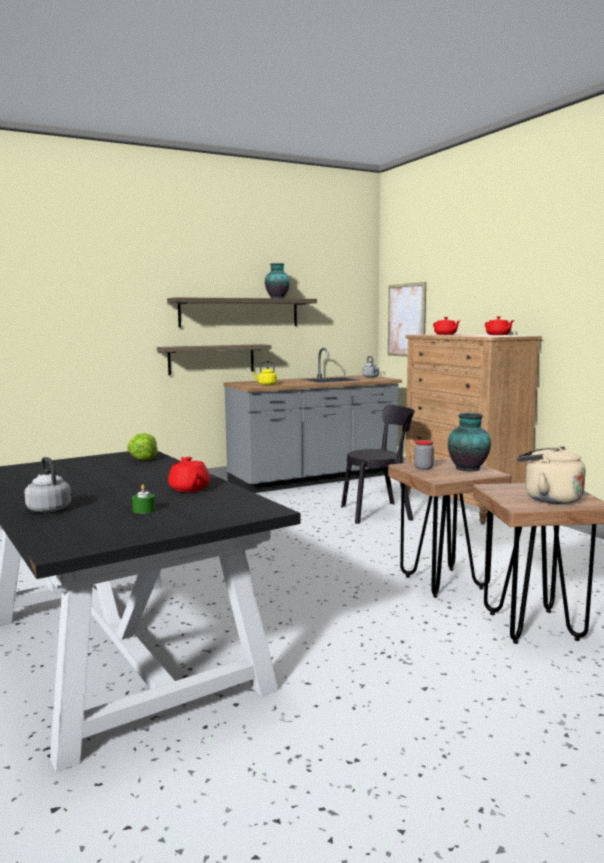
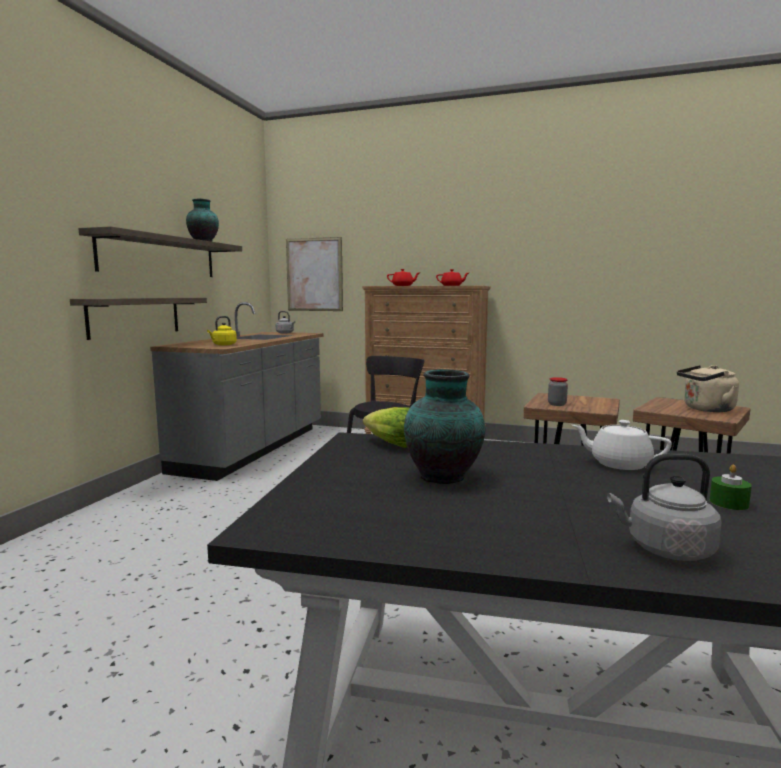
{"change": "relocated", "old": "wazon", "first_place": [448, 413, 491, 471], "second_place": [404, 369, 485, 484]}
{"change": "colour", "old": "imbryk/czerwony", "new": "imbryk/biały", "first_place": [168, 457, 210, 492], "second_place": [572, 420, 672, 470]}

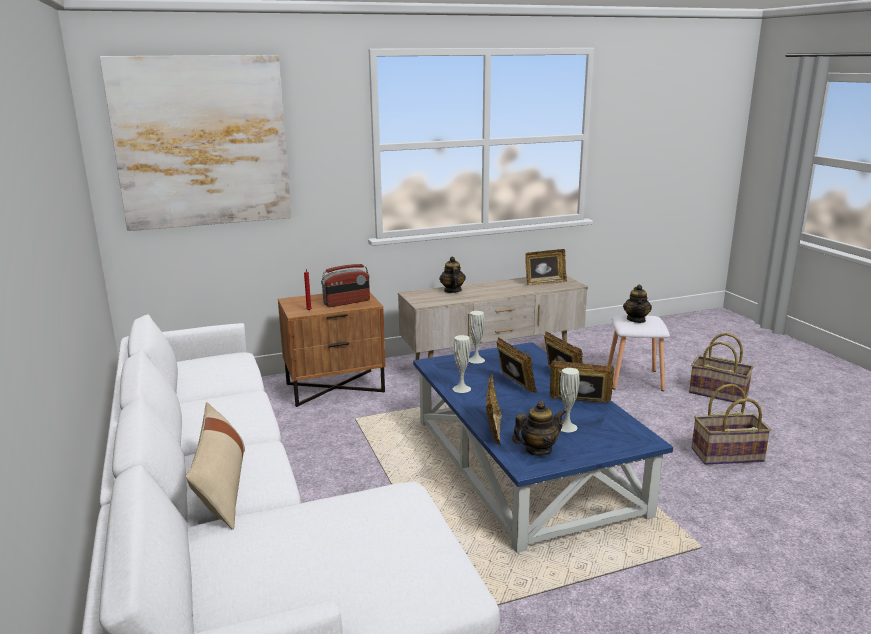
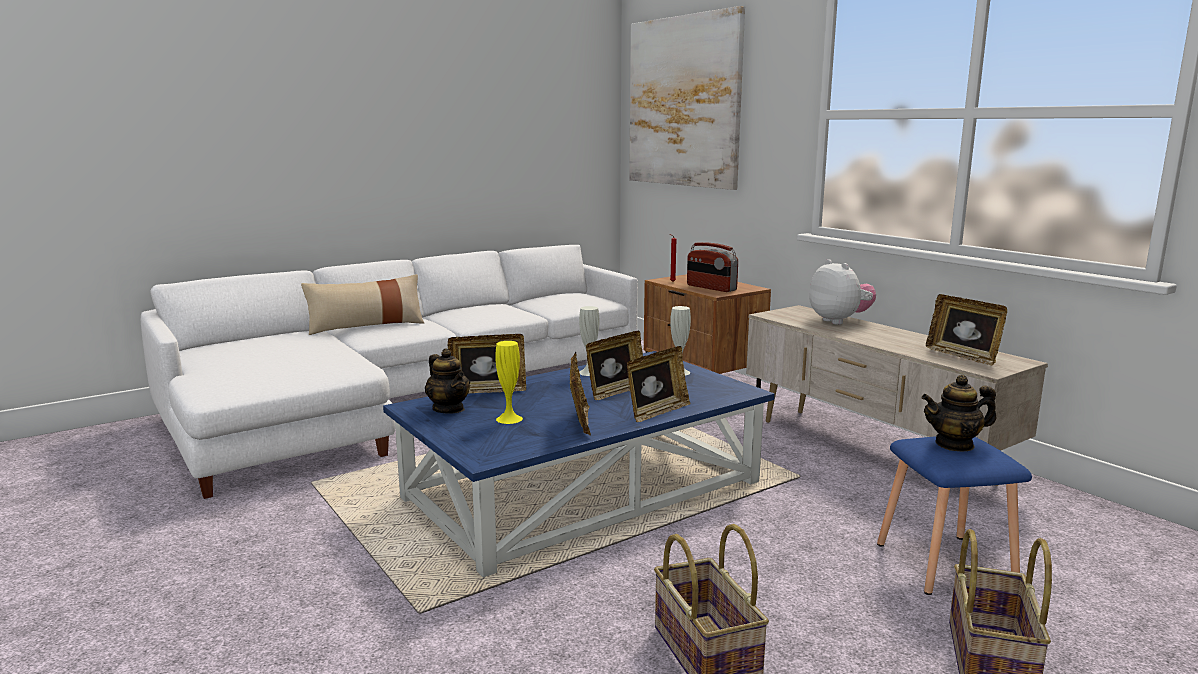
{"change": "colour", "old": "wazon/biały", "new": "wazon/żółty", "first_place": [560, 368, 580, 432], "second_place": [495, 341, 523, 424]}
{"change": "exchanged", "old": "imbryk", "new": "pluszak", "first_place": [439, 256, 466, 293], "second_place": [809, 259, 876, 325]}
{"change": "colour", "old": "stołek/biały", "new": "stołek/niebieski", "first_place": [607, 315, 670, 391], "second_place": [877, 436, 1032, 595]}

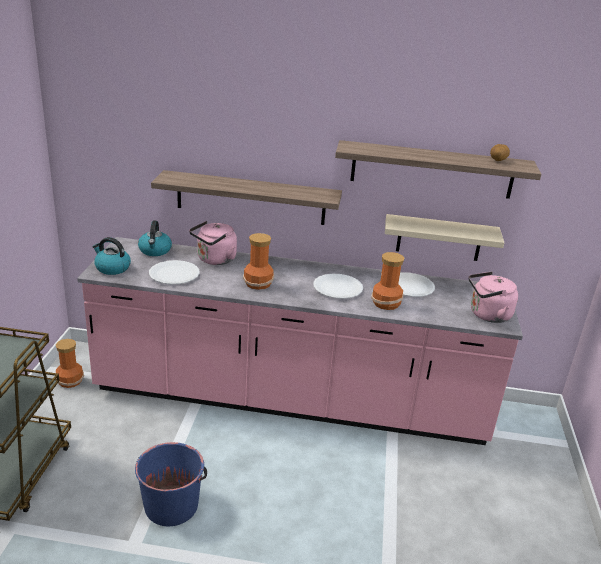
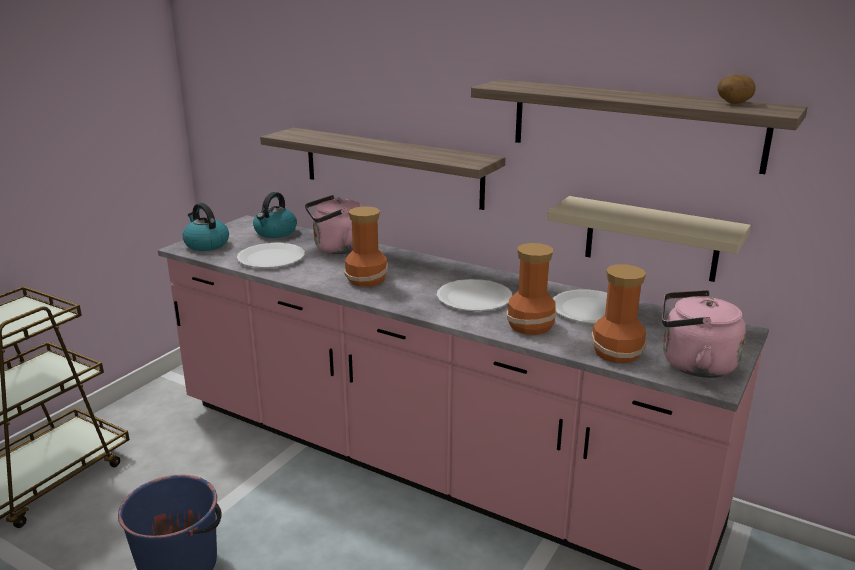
{"change": "relocated", "old": "wazon", "first_place": [56, 339, 84, 388], "second_place": [591, 264, 647, 363]}

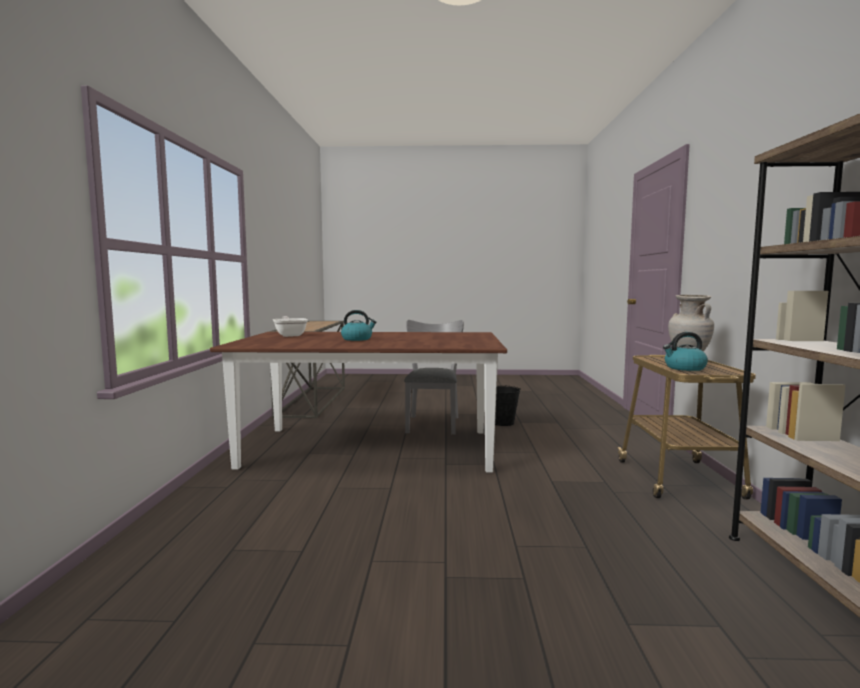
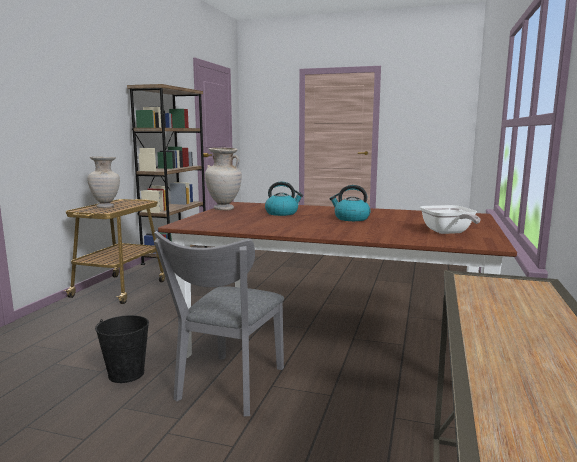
{"change": "appeared", "new": "wazon/beżowy", "second_place": [205, 148, 242, 210]}
{"change": "relocated", "old": "czajnik", "first_place": [663, 332, 708, 371], "second_place": [265, 182, 303, 216]}

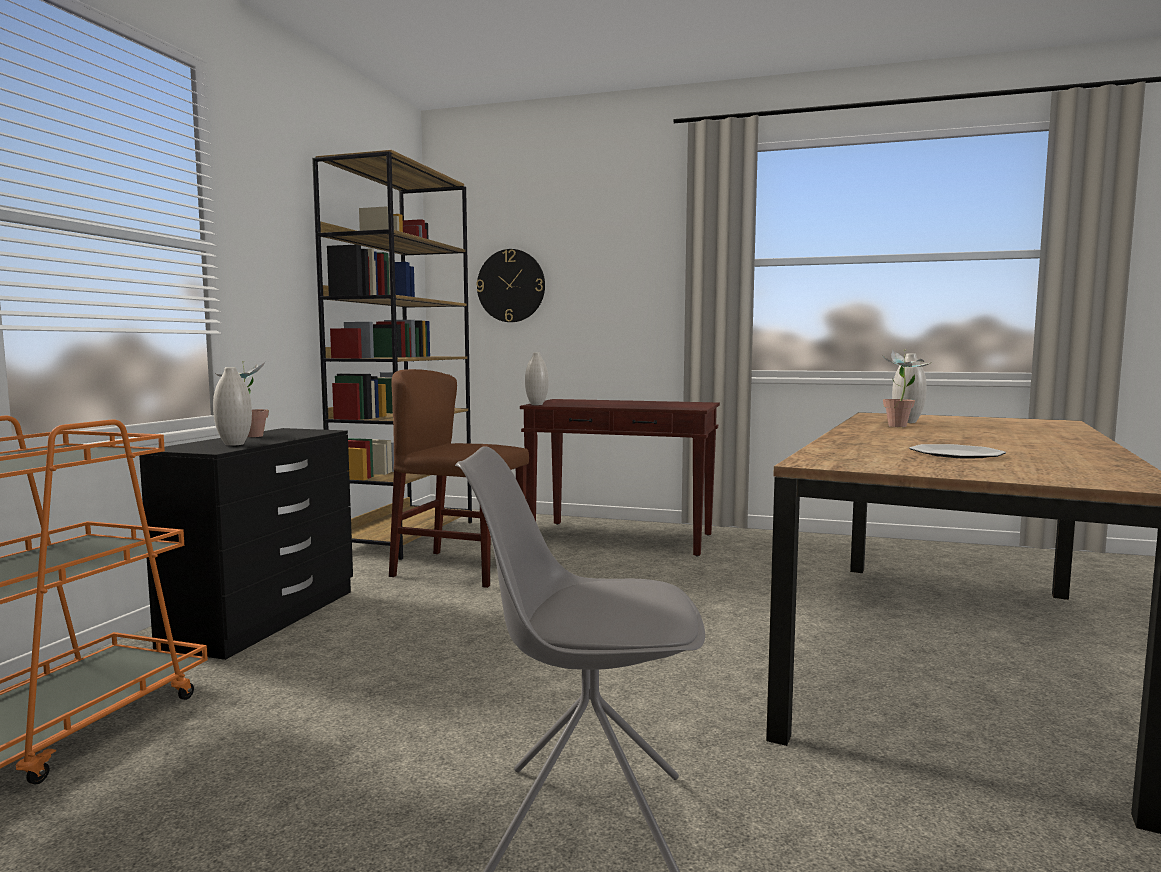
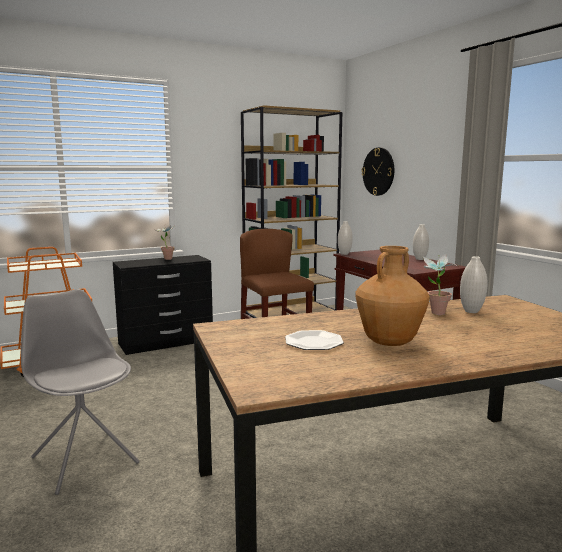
{"change": "appeared", "new": "wazon/brązowy", "second_place": [355, 246, 430, 346]}
{"change": "relocated", "old": "wazon/biały", "first_place": [213, 367, 252, 446], "second_place": [413, 224, 429, 260]}

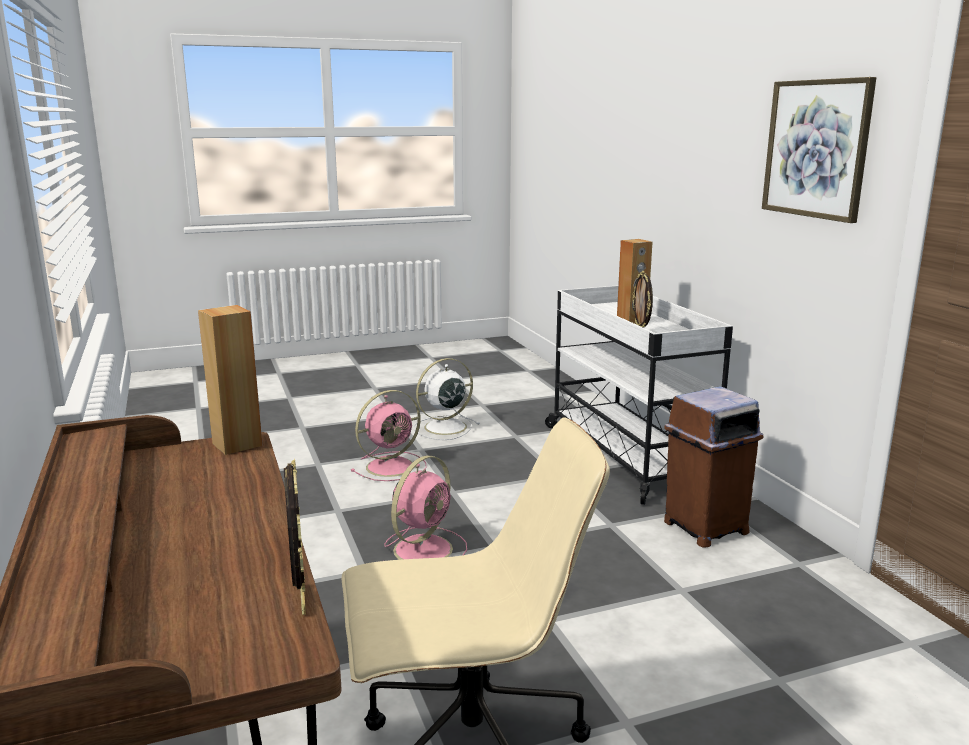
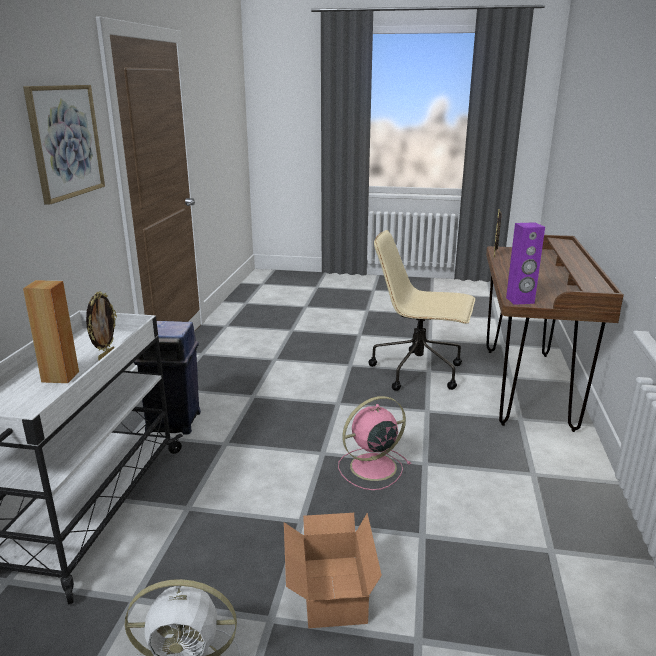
{"change": "colour", "old": "kosz na śmieci/brązowy", "new": "kosz na śmieci/niebieski", "first_place": [664, 386, 764, 548], "second_place": [134, 321, 201, 434]}
{"change": "exchanged", "old": "wentylator/różowy", "new": "karton", "first_place": [351, 390, 427, 481], "second_place": [284, 513, 382, 628]}
{"change": "colour", "old": "głośnik/brązowy", "new": "głośnik/fioletowy", "first_place": [198, 305, 263, 455], "second_place": [506, 222, 545, 305]}

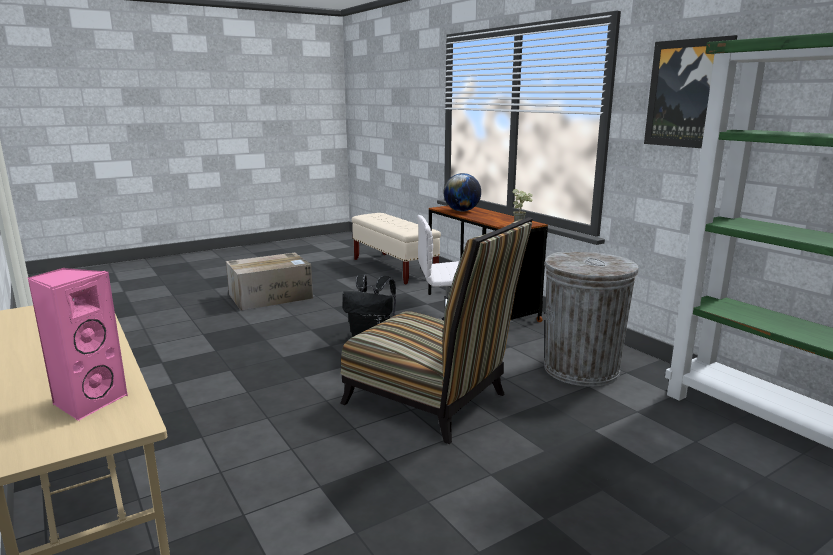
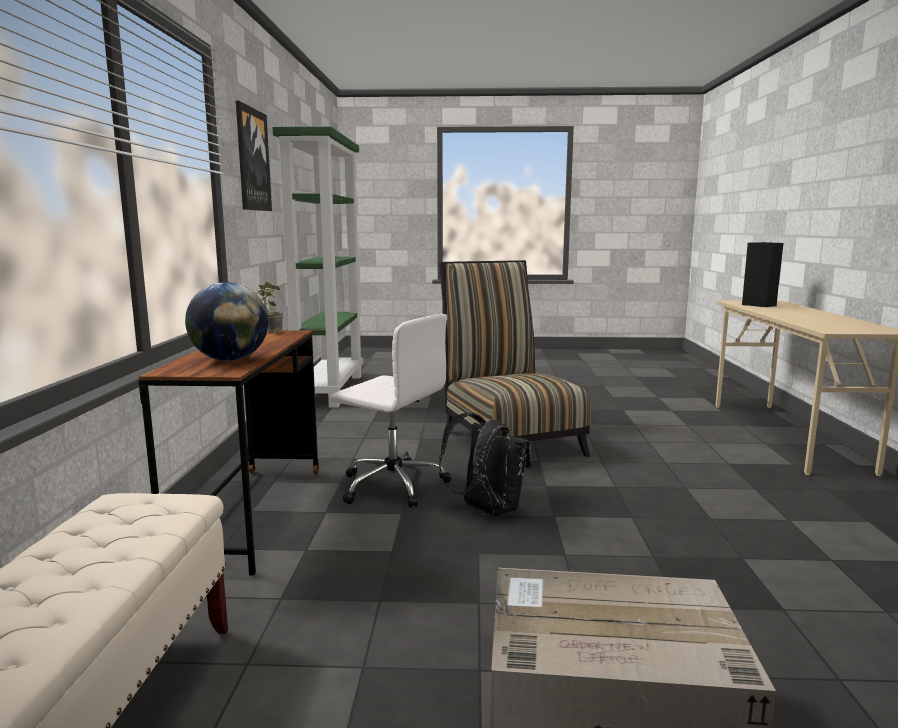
{"change": "colour", "old": "głośnik/różowy", "new": "głośnik/czarny", "first_place": [27, 268, 128, 421], "second_place": [742, 242, 783, 307]}
{"change": "missing", "old": "kosz na śmieci/szary", "first_place": [544, 252, 638, 387]}

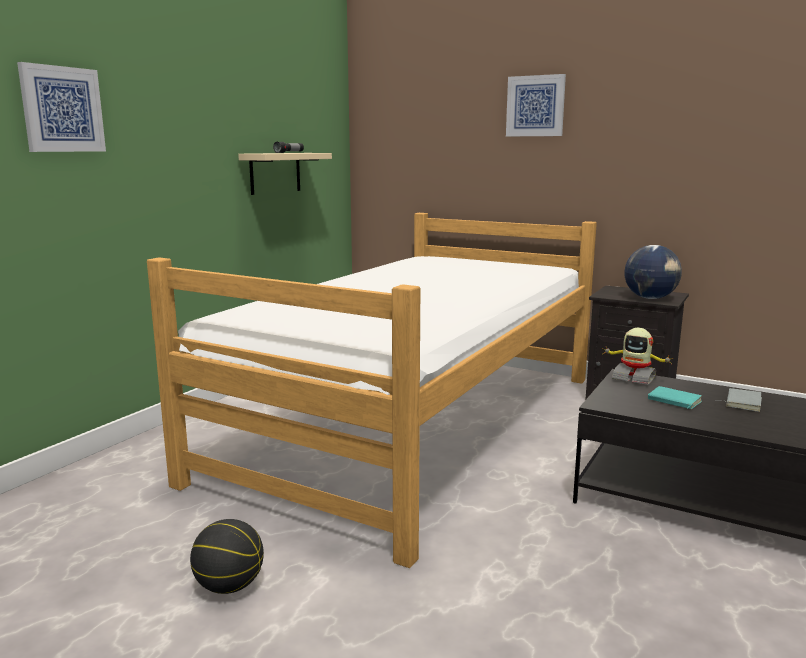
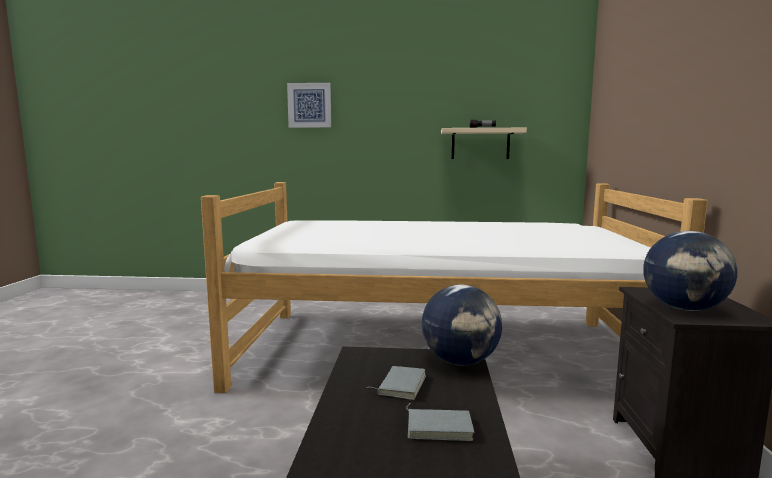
{"change": "colour", "old": "książka/turkusowy", "new": "książka/szary", "first_place": [648, 386, 702, 409], "second_place": [366, 366, 426, 400]}
{"change": "exchanged", "old": "robot zabawkowy", "new": "globus", "first_place": [602, 328, 674, 385], "second_place": [422, 285, 502, 366]}
{"change": "missing", "old": "piłka do koszykówki", "first_place": [190, 519, 264, 594]}
{"change": "missing", "old": "obraz", "first_place": [506, 74, 566, 136]}

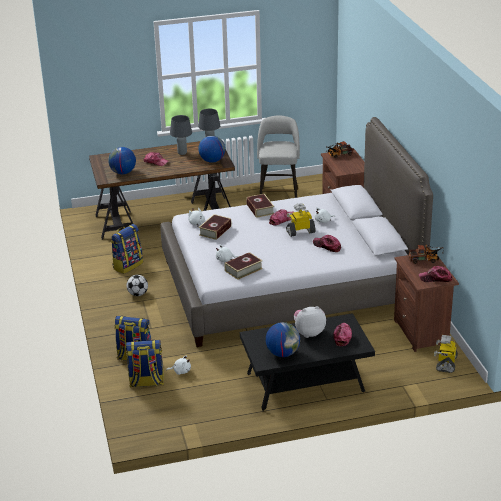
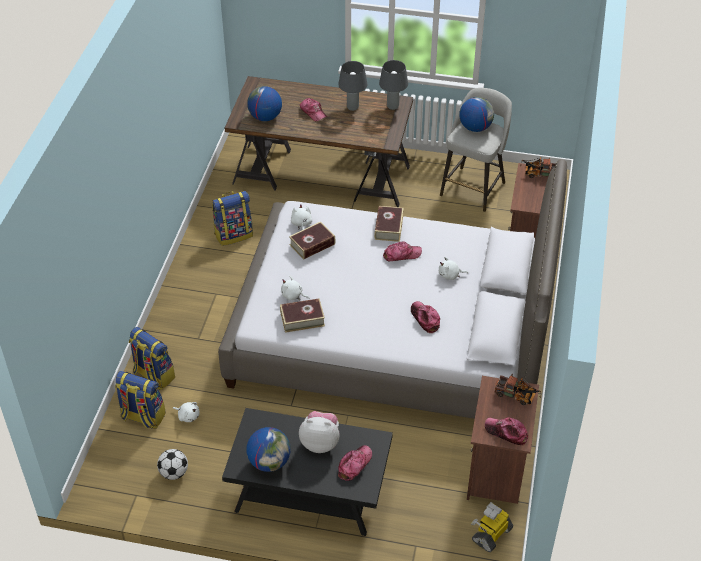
{"change": "relocated", "old": "piłka futbolowa", "first_place": [126, 275, 148, 296], "second_place": [157, 449, 188, 480]}
{"change": "relocated", "old": "globus", "first_place": [198, 135, 225, 163], "second_place": [460, 97, 494, 132]}
{"change": "missing", "old": "robot zabawkowy", "first_place": [286, 203, 316, 237]}

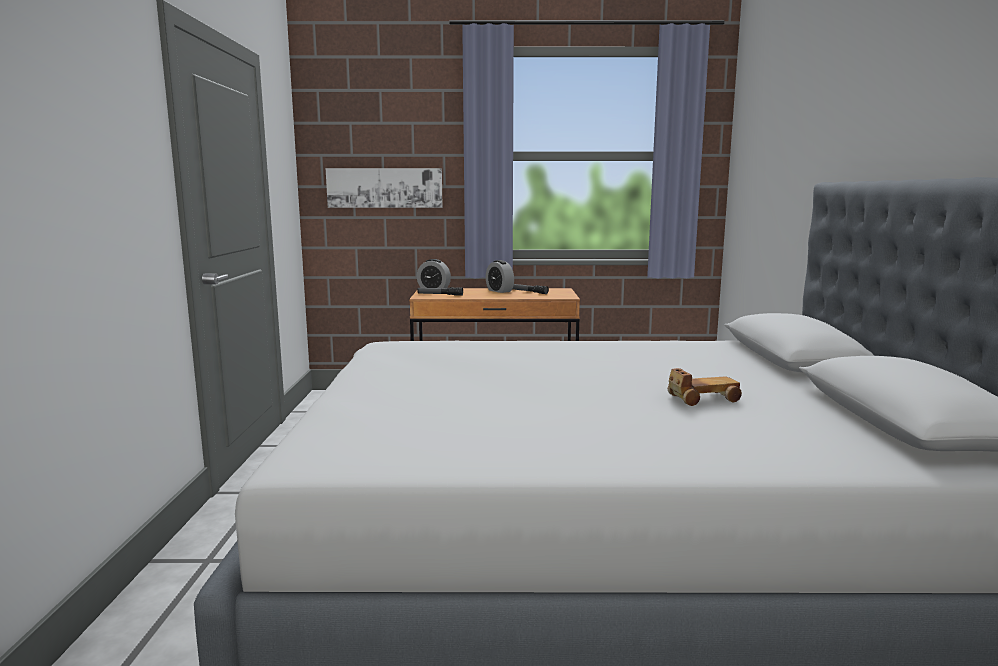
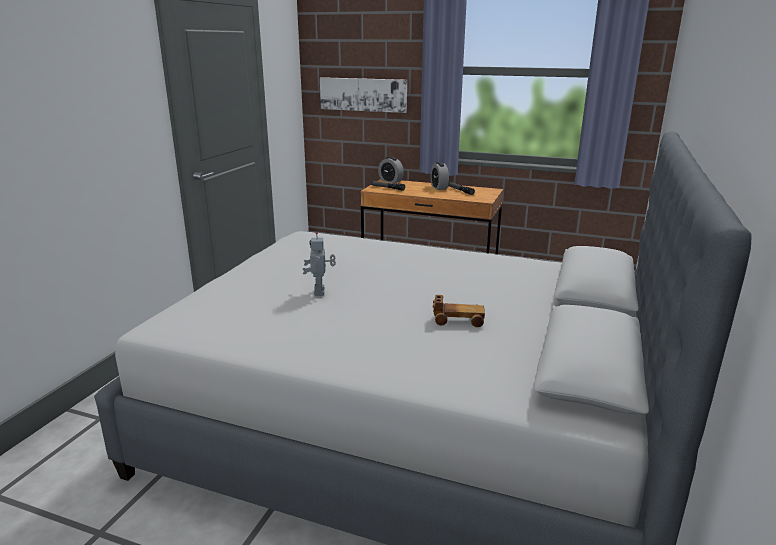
{"change": "appeared", "new": "robot zabawkowy", "second_place": [303, 232, 336, 296]}

